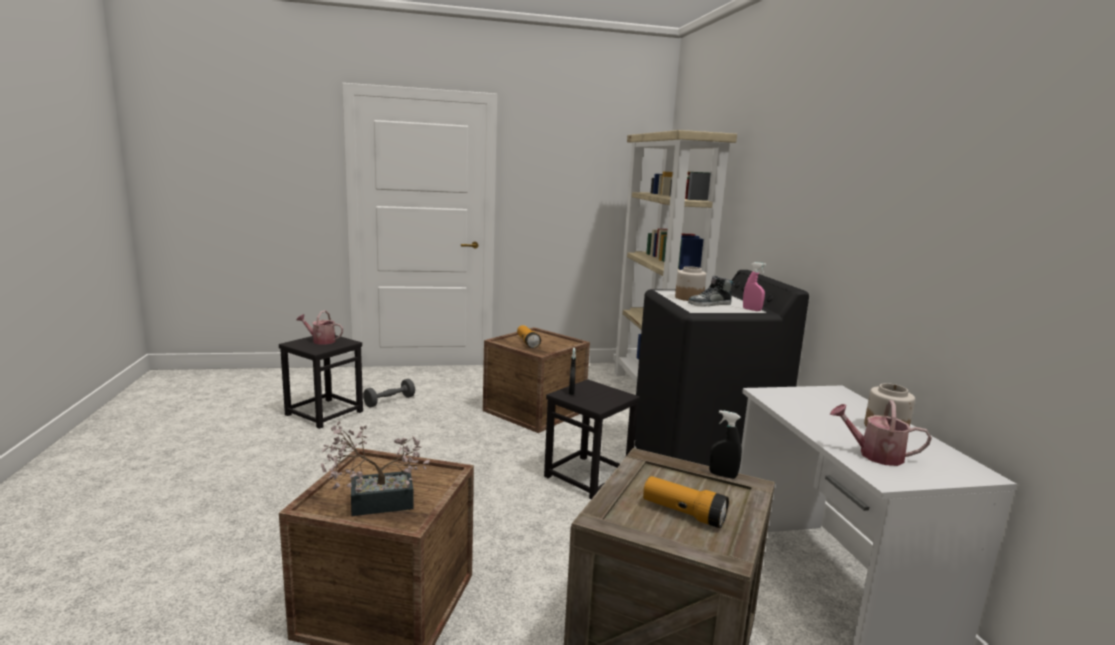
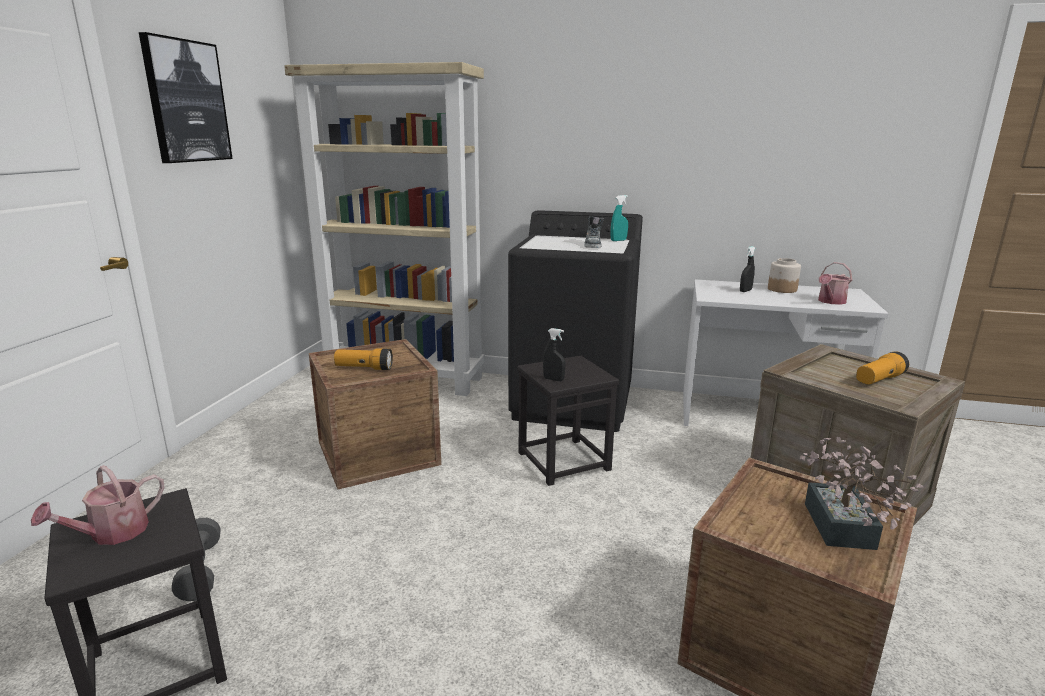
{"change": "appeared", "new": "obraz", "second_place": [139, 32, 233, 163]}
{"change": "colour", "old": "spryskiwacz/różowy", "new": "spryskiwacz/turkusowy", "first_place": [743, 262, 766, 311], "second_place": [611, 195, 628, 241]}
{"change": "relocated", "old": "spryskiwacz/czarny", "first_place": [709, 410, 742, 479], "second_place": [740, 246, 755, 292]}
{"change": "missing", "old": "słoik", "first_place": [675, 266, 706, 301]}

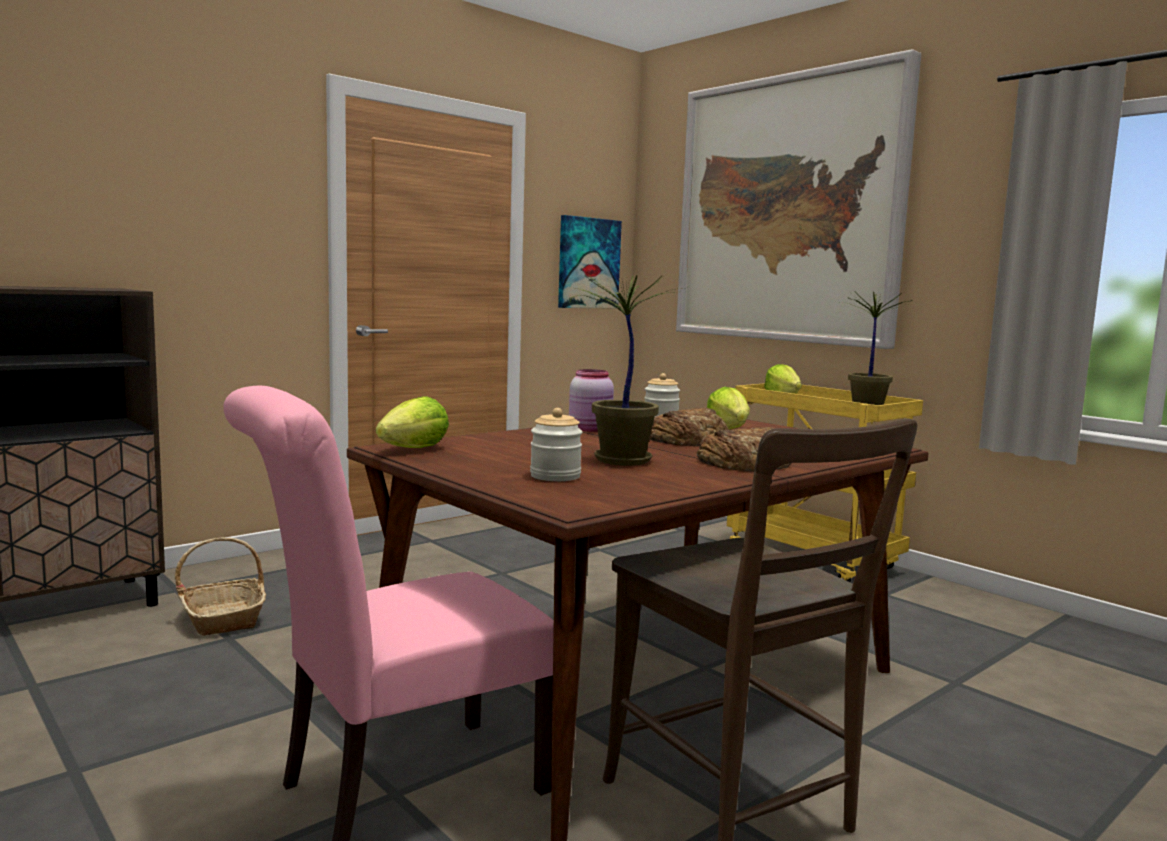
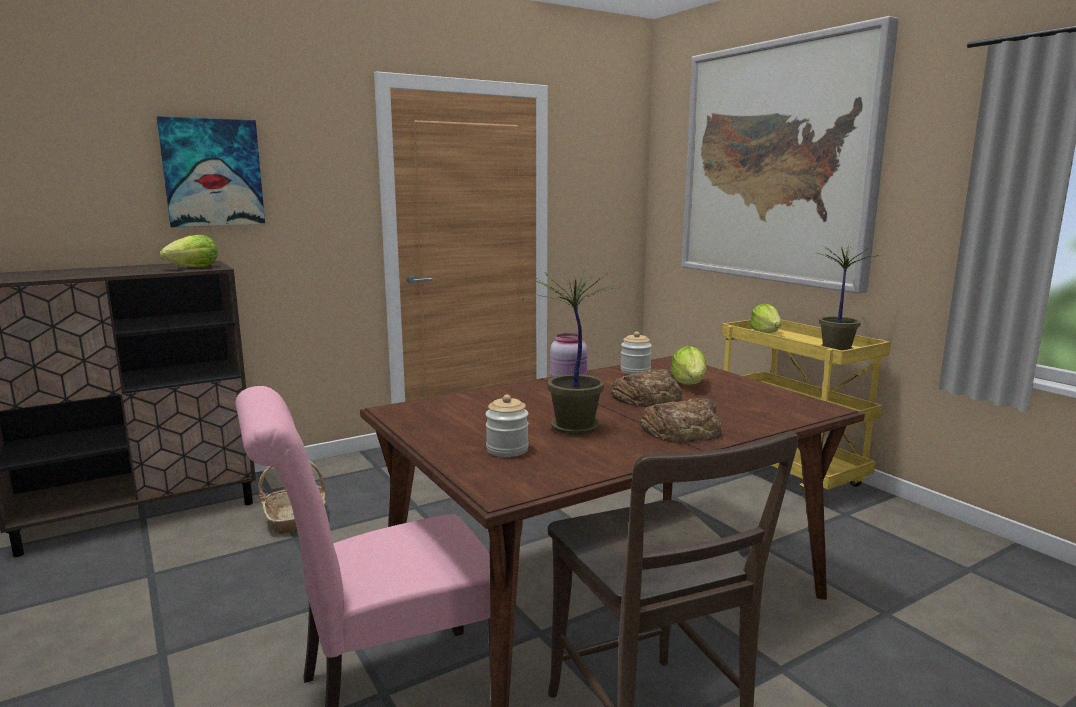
{"change": "relocated", "old": "obraz", "first_place": [558, 215, 622, 309], "second_place": [157, 116, 265, 227]}
{"change": "relocated", "old": "sałata", "first_place": [376, 396, 449, 448], "second_place": [160, 235, 218, 267]}

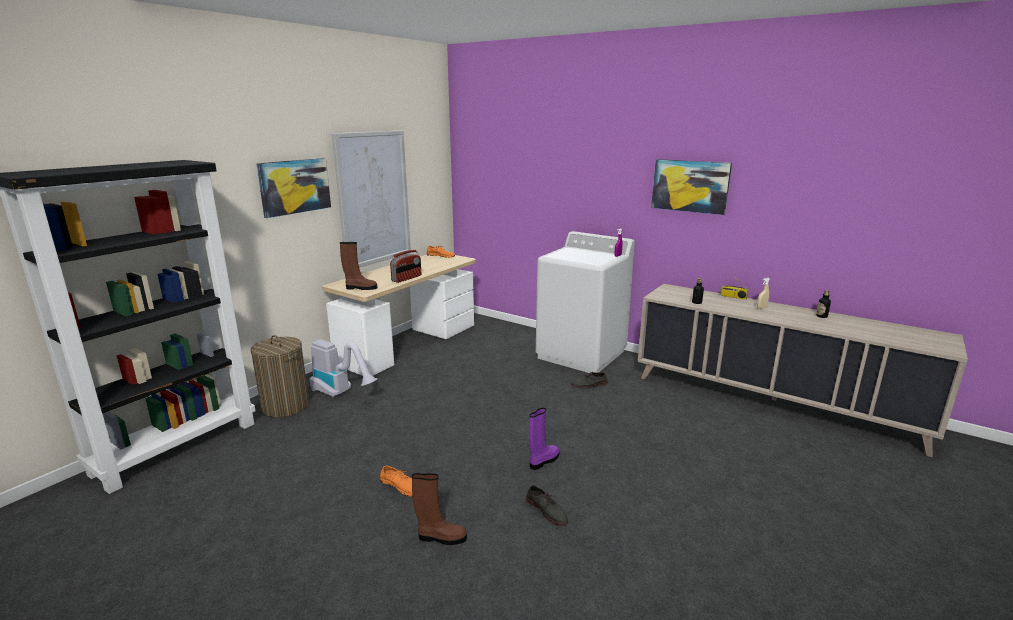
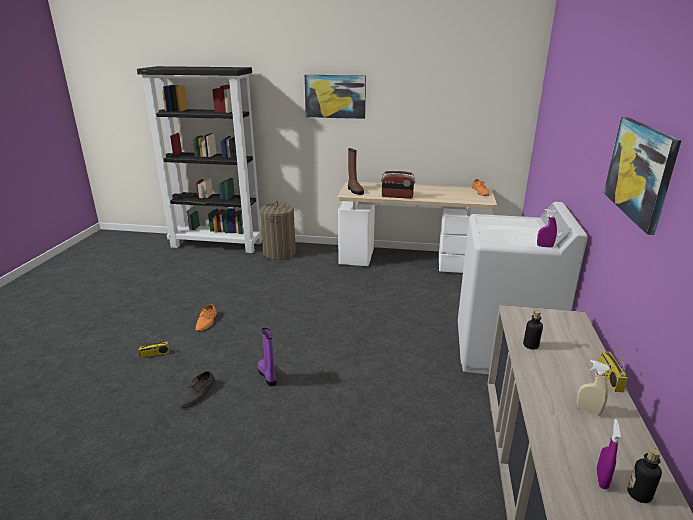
{"change": "exchanged", "old": "but z cholewką/brązowy", "new": "radio", "first_place": [412, 473, 467, 545], "second_place": [138, 332, 169, 358]}
{"change": "spun", "old": "but z cholewką/fioletowy", "first_place": [529, 408, 559, 470], "second_place": [258, 328, 277, 386], "degrees": -135}
{"change": "appeared", "new": "spryskiwacz/fioletowy", "second_place": [597, 419, 621, 489]}
{"change": "missing", "old": "odkurzacz", "first_place": [310, 339, 377, 397]}
{"change": "missing", "old": "obraz", "first_place": [332, 130, 411, 268]}
{"change": "missing", "old": "but/szary", "first_place": [571, 371, 608, 388]}

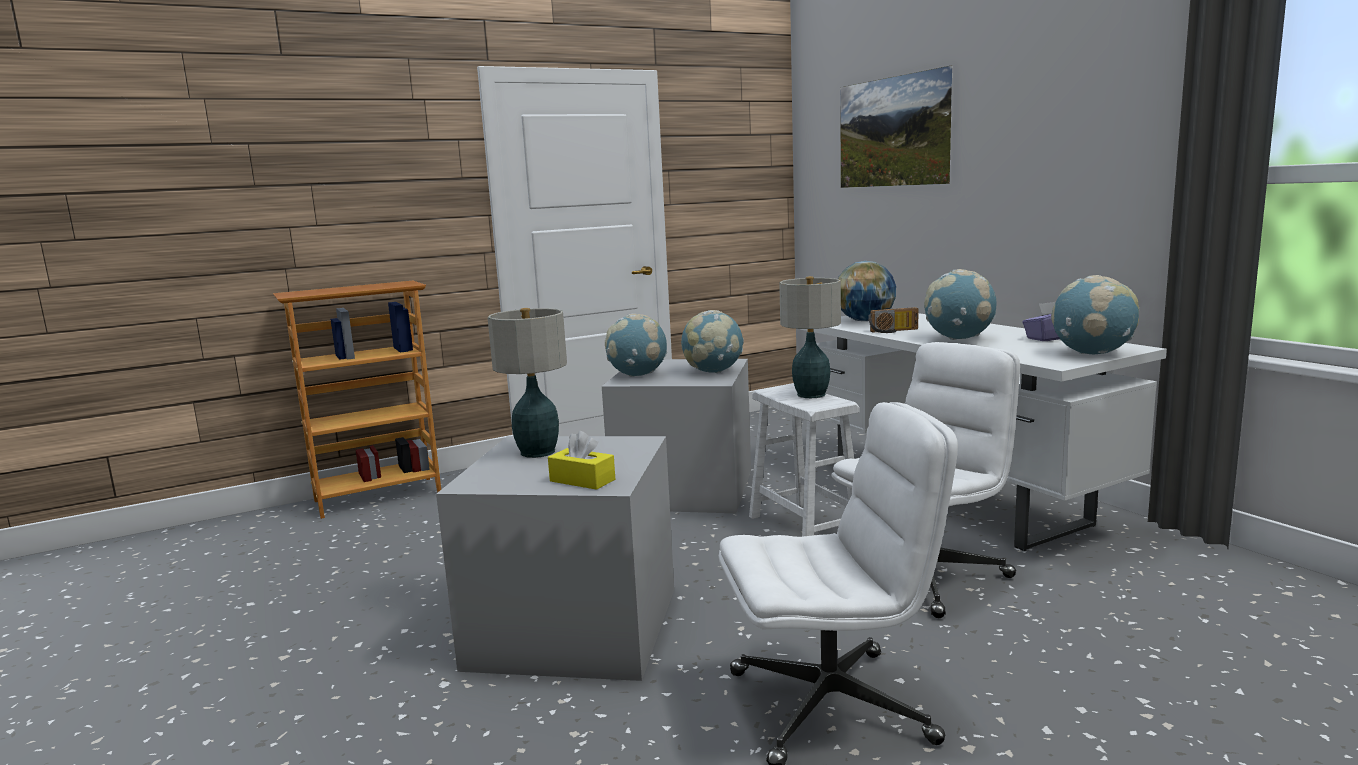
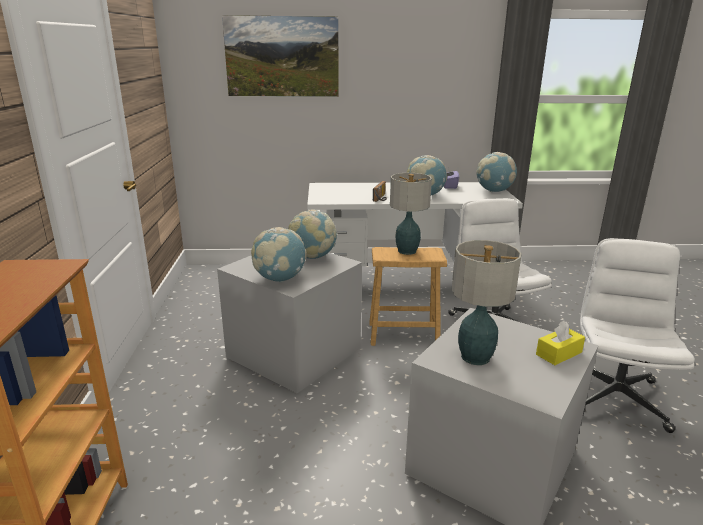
{"change": "colour", "old": "stołek/biały", "new": "stołek/brązowy", "first_place": [749, 384, 860, 537], "second_place": [369, 247, 447, 346]}
{"change": "missing", "old": "globus", "first_place": [838, 261, 896, 321]}

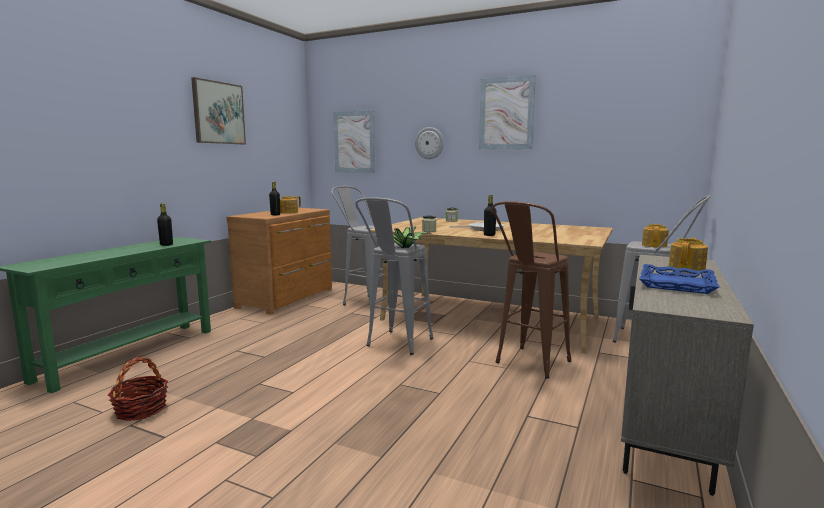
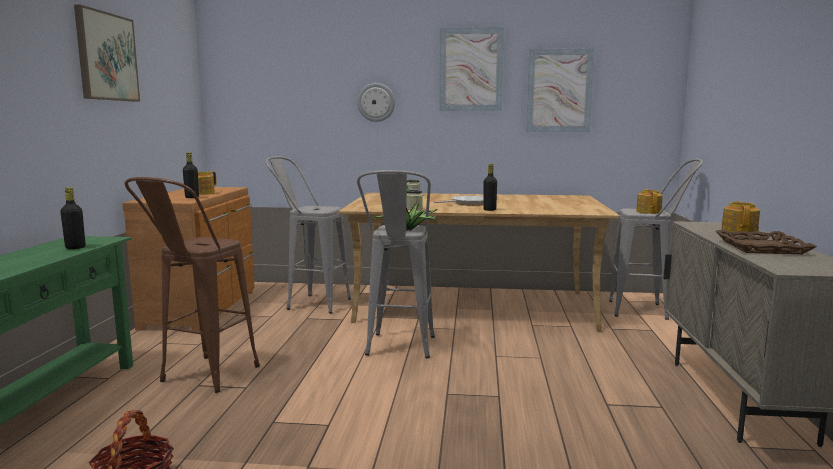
{"change": "relocated", "old": "stołek/brązowy", "first_place": [492, 201, 571, 379], "second_place": [124, 177, 260, 393]}
{"change": "relocated", "old": "obraz", "first_place": [333, 110, 375, 173], "second_place": [526, 48, 595, 132]}
{"change": "colour", "old": "taca/niebieski", "new": "taca/brązowy", "first_place": [639, 264, 720, 294], "second_place": [715, 230, 817, 254]}

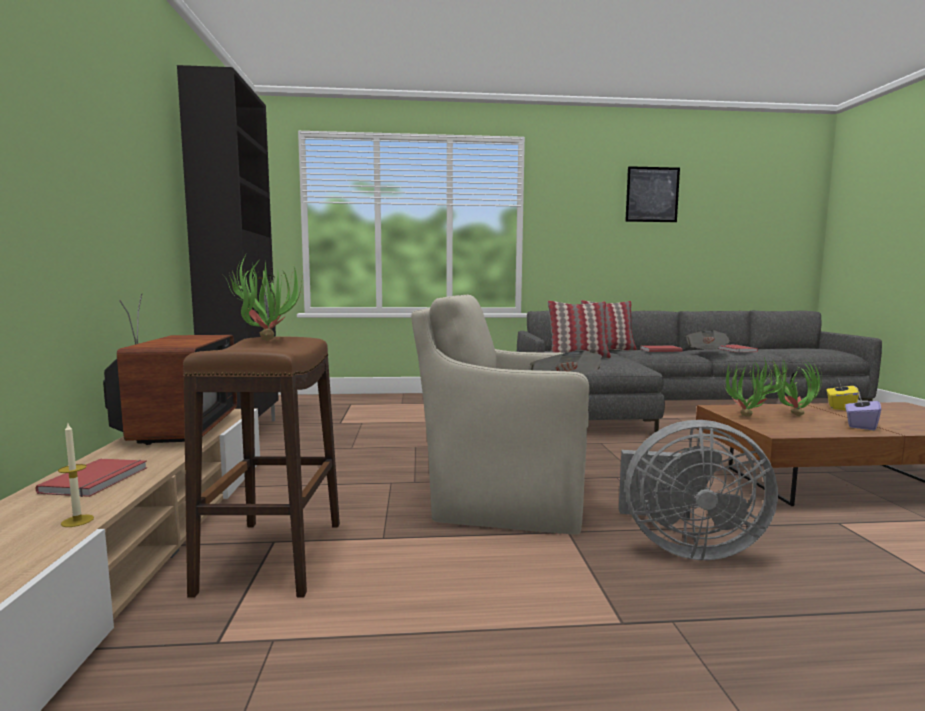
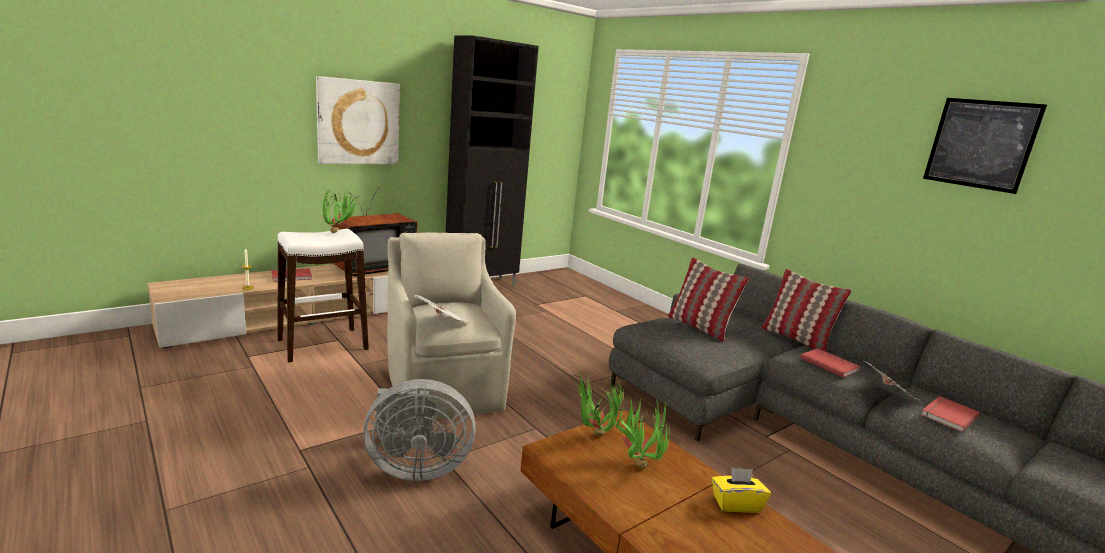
{"change": "colour", "old": "stołek/brązowy", "new": "stołek/biały", "first_place": [183, 337, 340, 598], "second_place": [277, 229, 369, 362]}
{"change": "appeared", "new": "obraz", "second_place": [316, 76, 400, 164]}
{"change": "spun", "old": "wentylator/szary", "first_place": [619, 420, 778, 560], "second_place": [363, 379, 476, 481], "degrees": -75}
{"change": "missing", "old": "pudełko chusteczek/fioletowy", "first_place": [845, 392, 881, 430]}

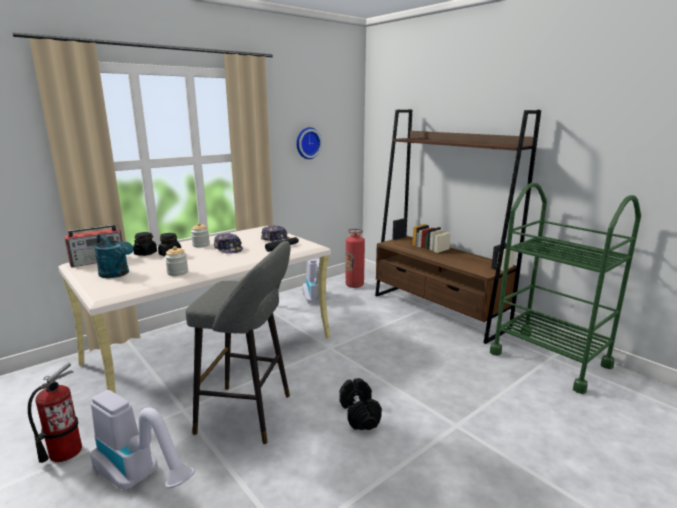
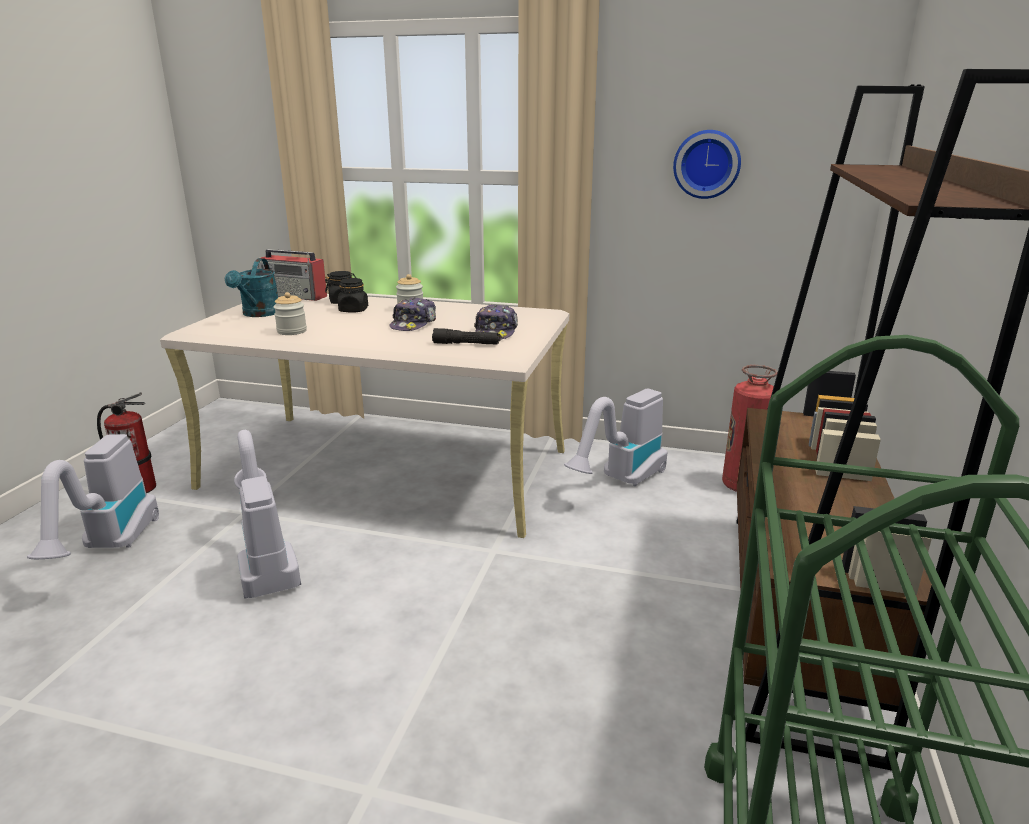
{"change": "exchanged", "old": "stołek/szary", "new": "odkurzacz", "first_place": [186, 241, 291, 444], "second_place": [234, 430, 301, 599]}
{"change": "missing", "old": "hantel/czarny", "first_place": [339, 378, 382, 430]}

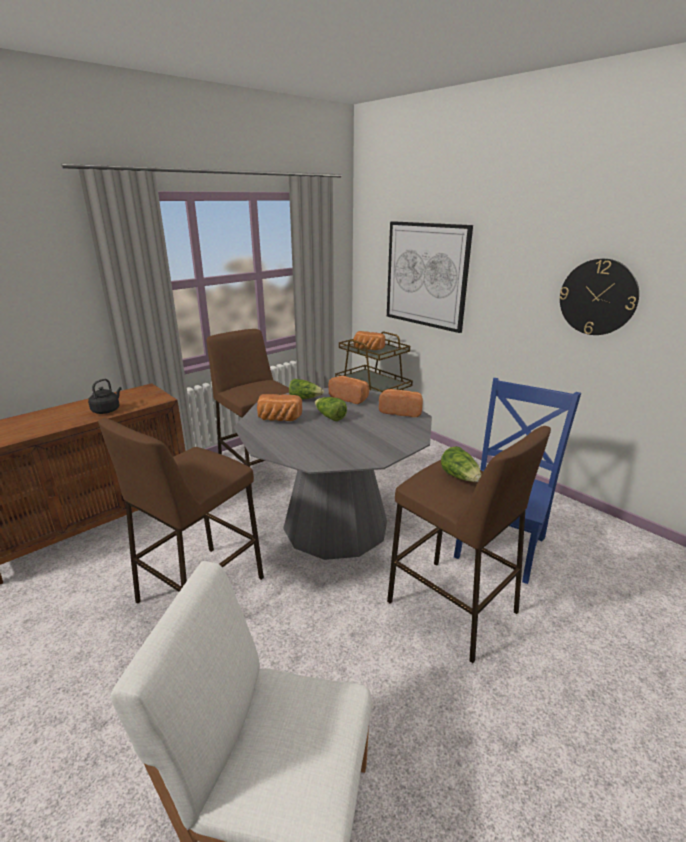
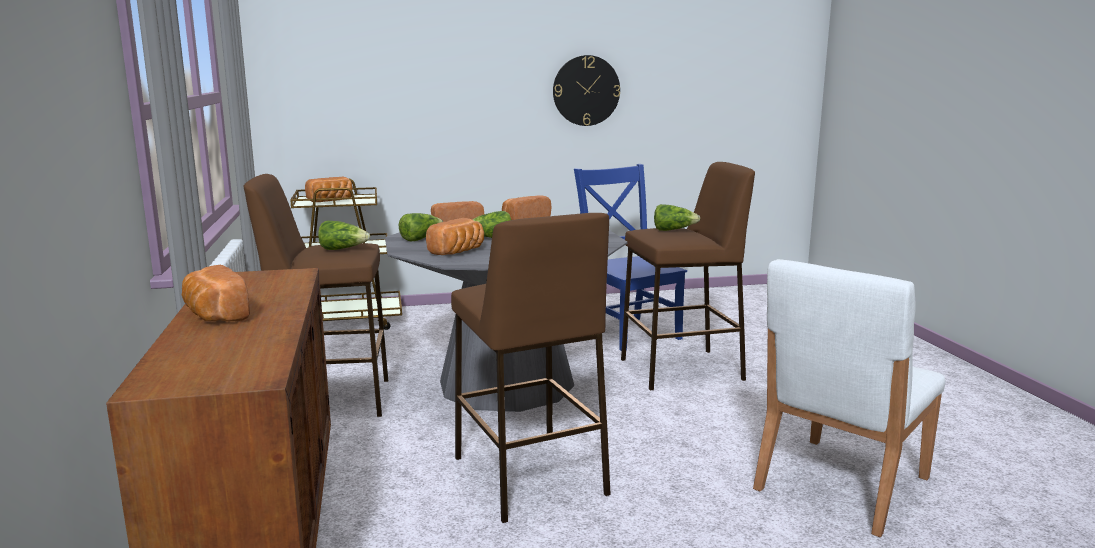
{"change": "appeared", "new": "chleb", "second_place": [182, 265, 250, 321]}
{"change": "appeared", "new": "sałata", "second_place": [318, 220, 370, 250]}
{"change": "missing", "old": "czajnik/czarny", "first_place": [88, 379, 122, 414]}
{"change": "missing", "old": "obraz", "first_place": [387, 221, 473, 333]}

